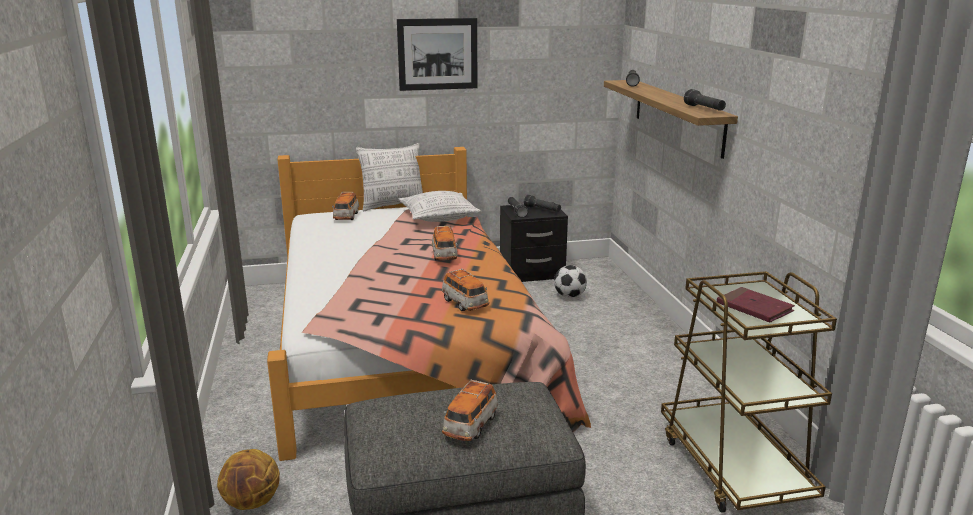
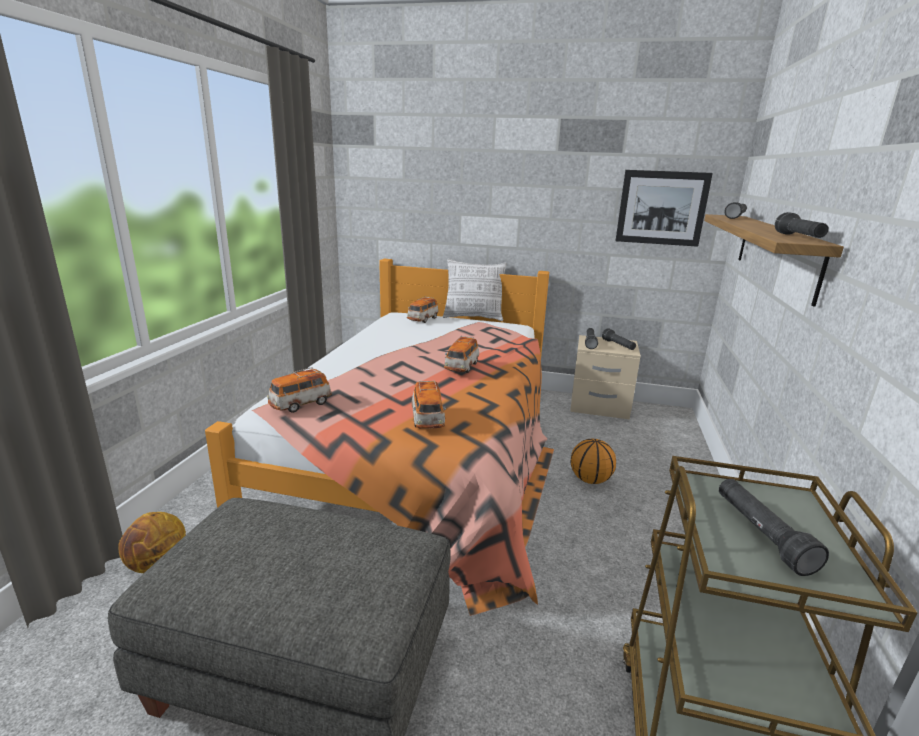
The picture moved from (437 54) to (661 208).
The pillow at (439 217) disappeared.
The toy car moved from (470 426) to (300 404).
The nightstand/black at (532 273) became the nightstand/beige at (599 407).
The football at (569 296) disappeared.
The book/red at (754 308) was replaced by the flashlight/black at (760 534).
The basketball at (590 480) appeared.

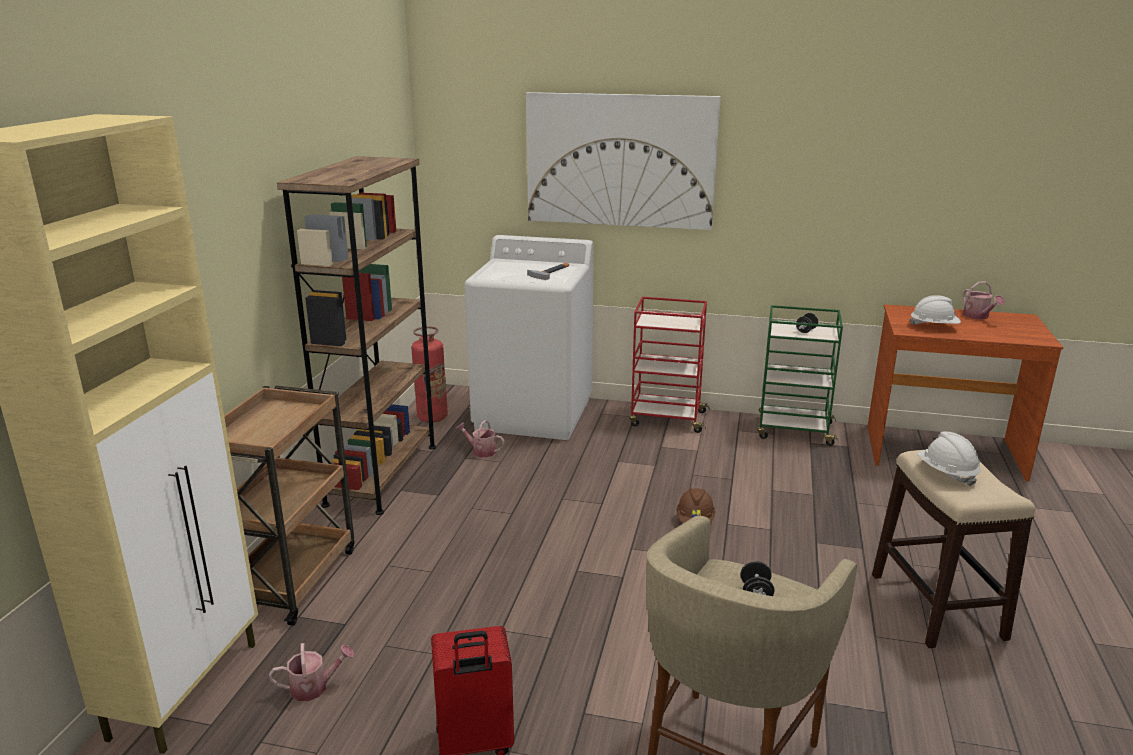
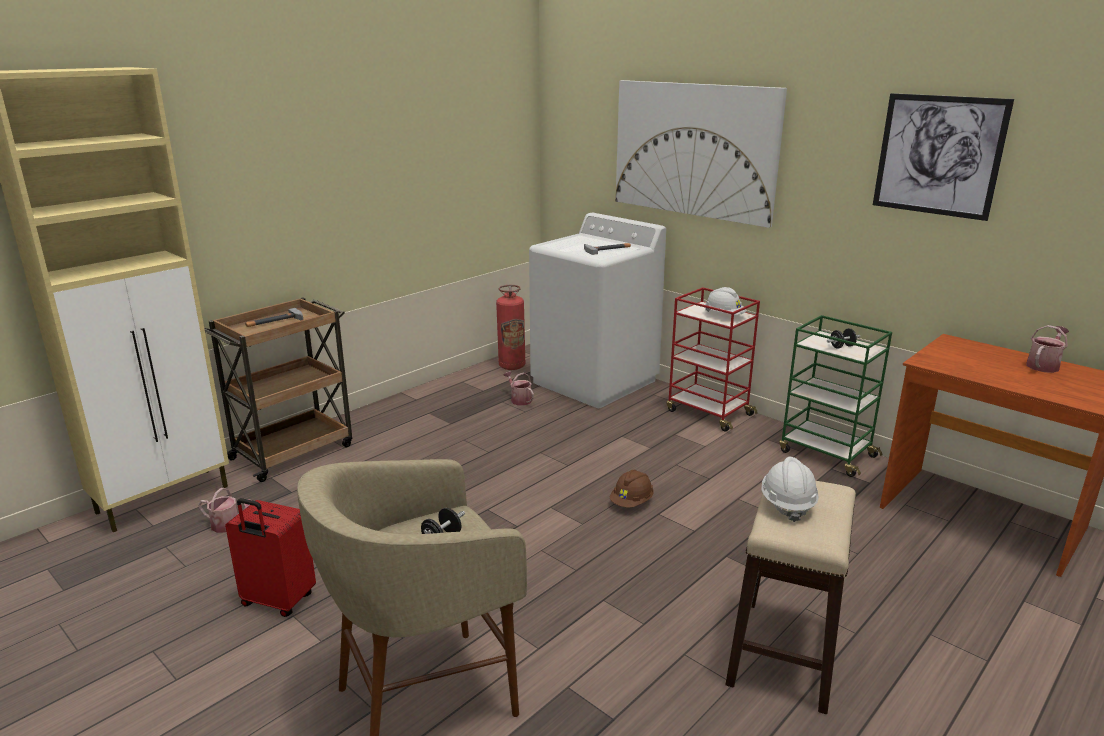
The bookcase/brown at (382 474) disappeared.
The hard hat/white moved from (934 326) to (724 316).
The watering can at (978 316) turned 150 degrees counterclockwise.
The hammer at (274 322) appeared.
The picture at (938 155) appeared.

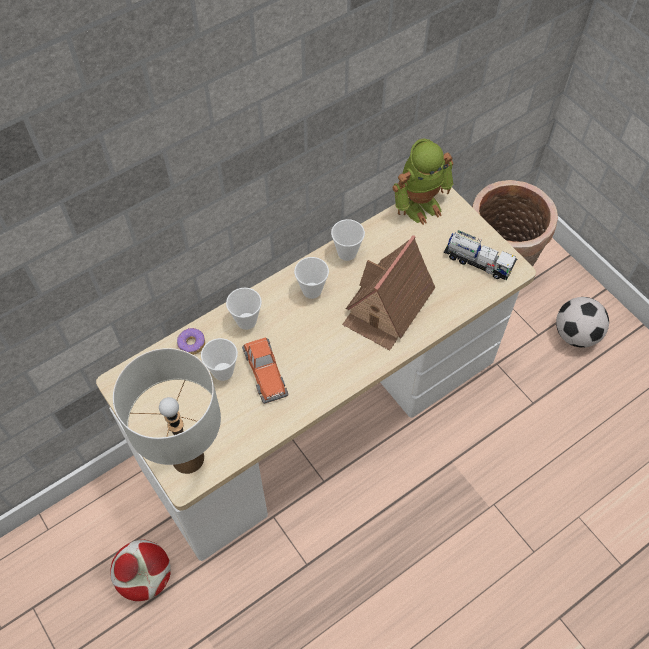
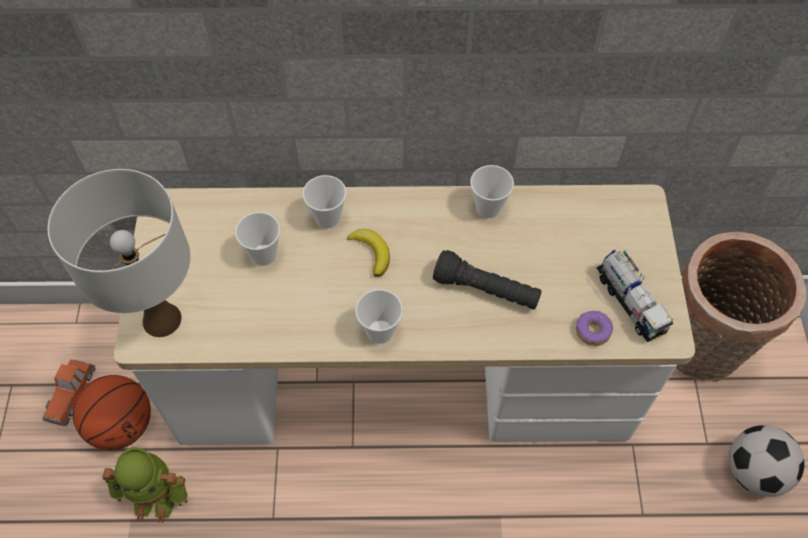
The football at (146 577) was replaced by the basketball at (122 425).
The donut moved from (191 344) to (592 331).
The toy car moved from (265 371) to (70 393).
The cup moved from (312 290) to (380 331).
The toy house at (387 306) was replaced by the flashlight/black at (486 290).
The toy robot moved from (420 204) to (156 495).
The banana at (371 252) appeared.

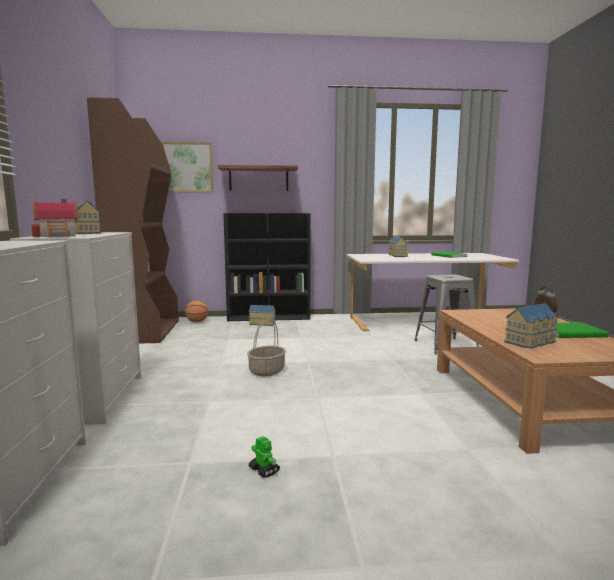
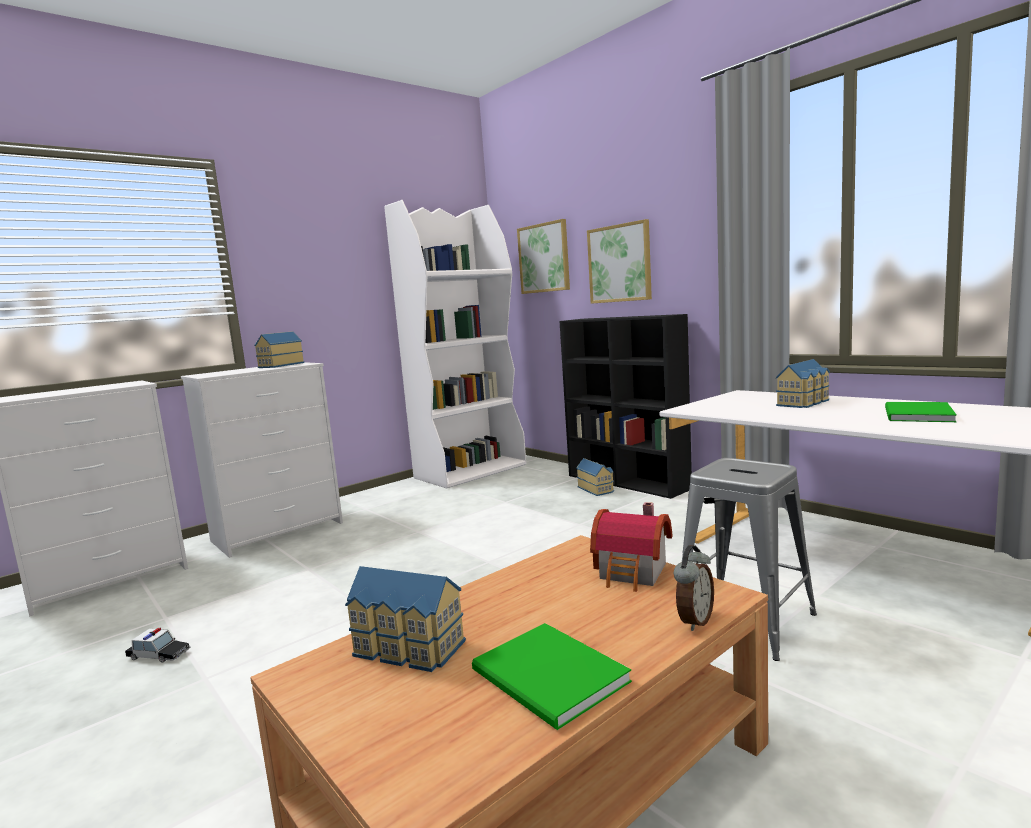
The toy house moved from (60 236) to (634 573).
The bookcase/brown at (146 331) became the bookcase/white at (471 471).
The basketball at (197 322) disappeared.
The shelf at (258 179) was replaced by the picture at (620 263).
The basket at (266 371) disappeared.
The toy robot at (263 470) was replaced by the toy car at (159 655).

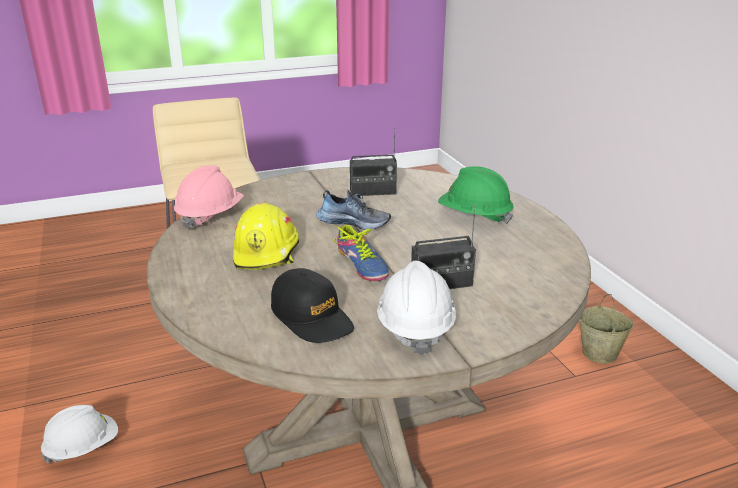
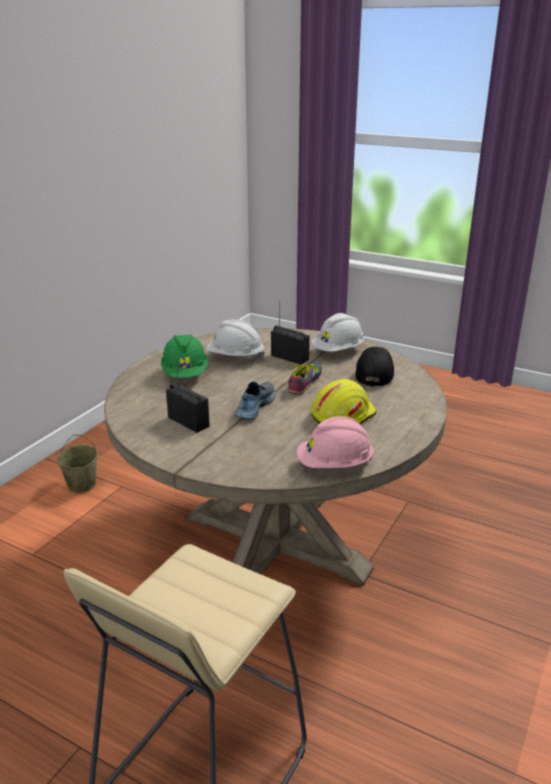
The hard hat/white moved from (83 447) to (235 357).
The shoe at (354 222) turned 45 degrees clockwise.

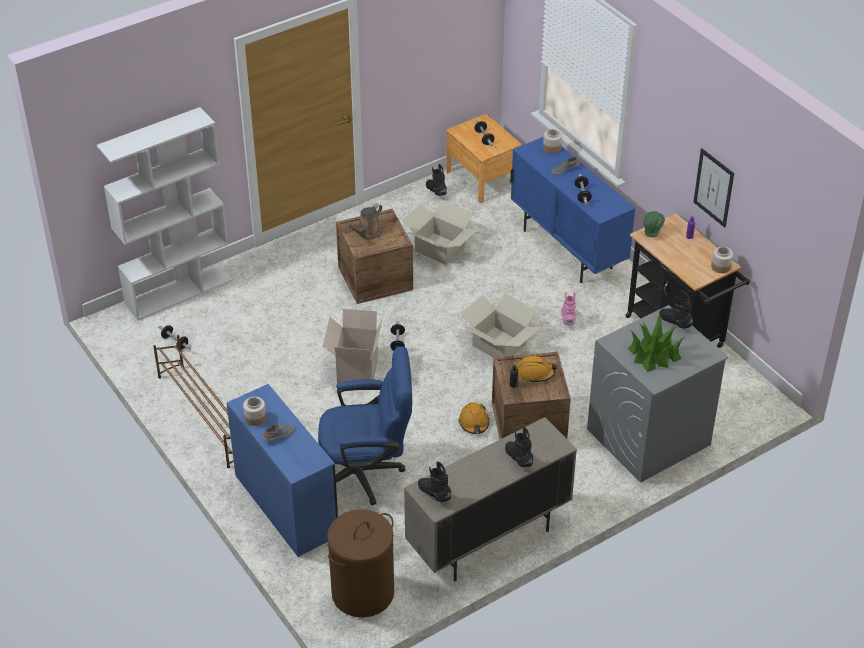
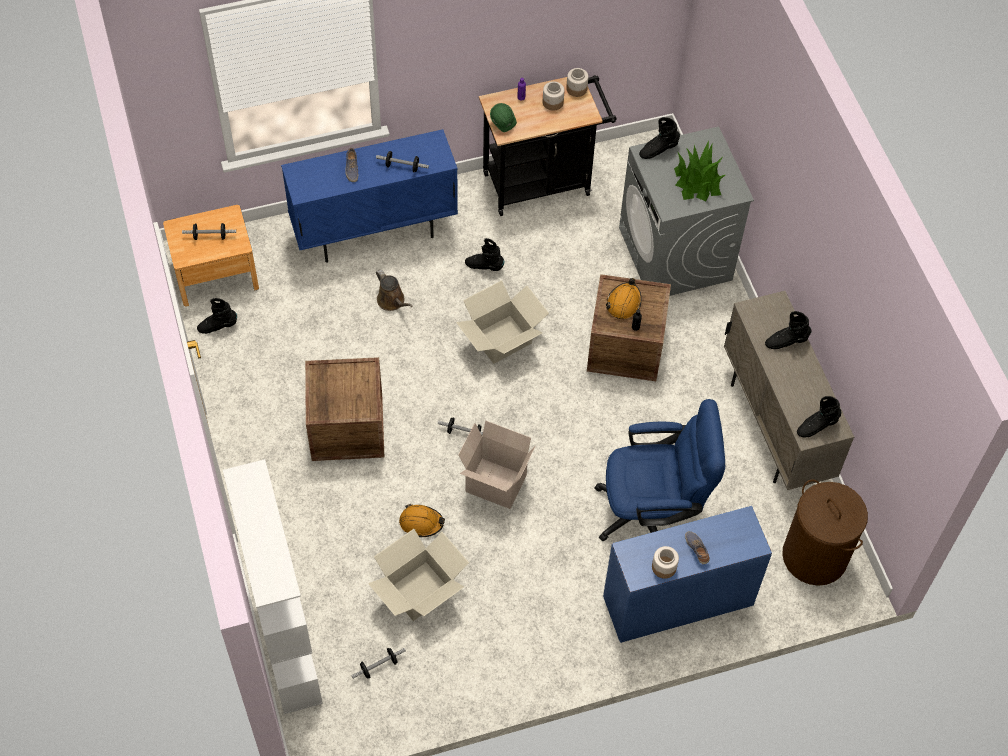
The shoe rack/brown at (204 415) disappeared.
The office chair/blue at (367 473) turned 75 degrees clockwise.
The watering can/brown moved from (368 233) to (392 301).
The cardboard box moved from (440 248) to (419 590).
The hard hat/orange moved from (474 422) to (421 523).
The jar moved from (551 148) to (553 102).
The boot/pink at (568 319) became the boot/black at (484 266).
The picture at (713 187) disappeared.

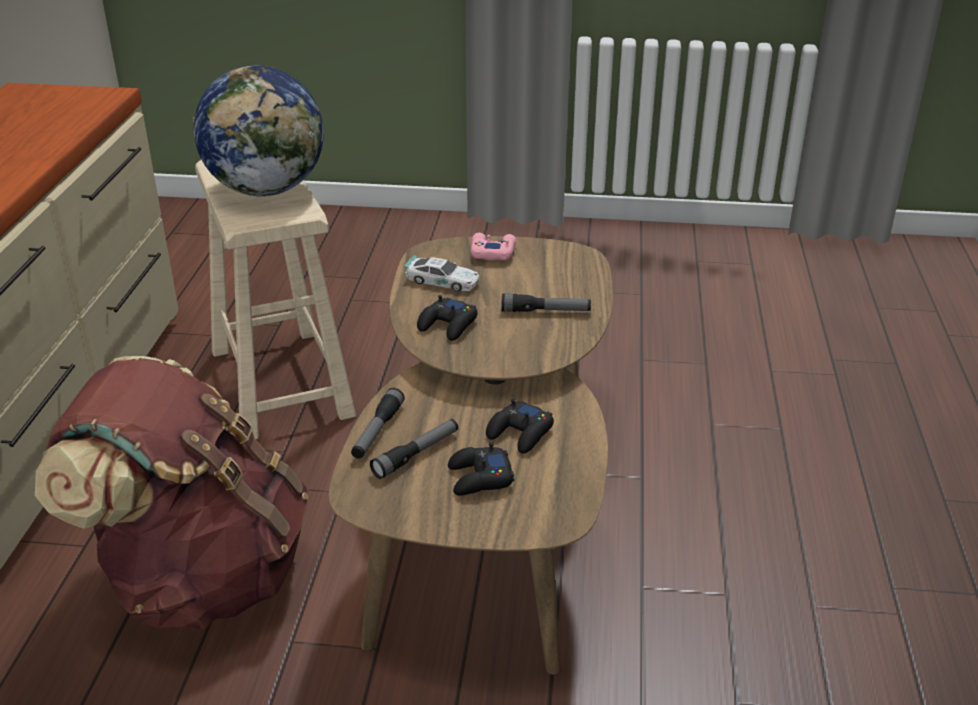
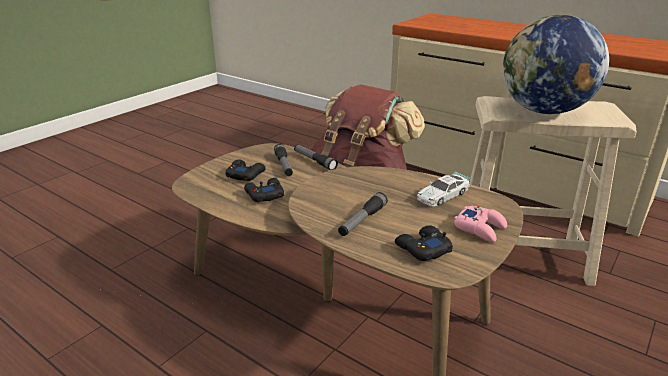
The game controller/black moved from (448 325) to (422 249).

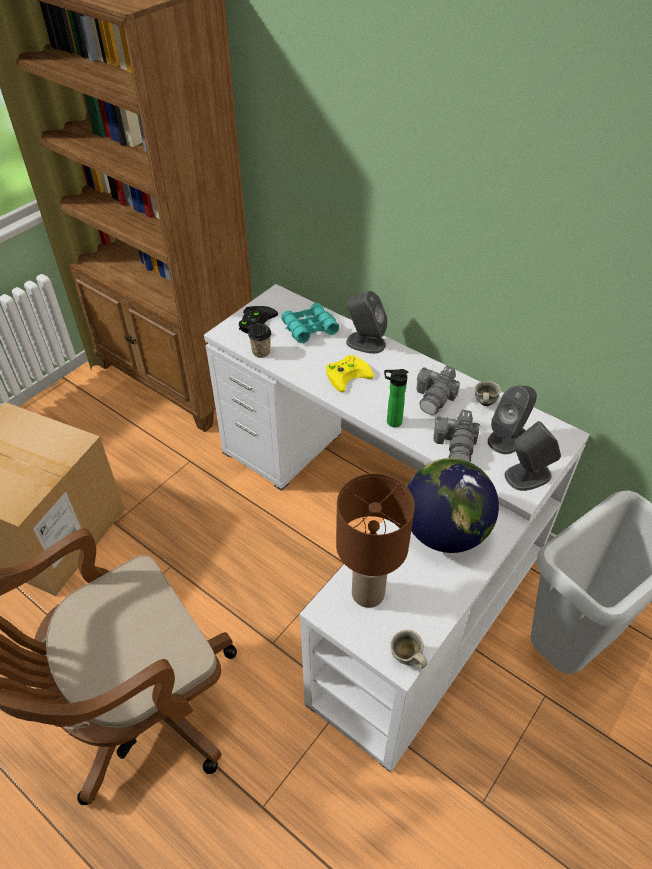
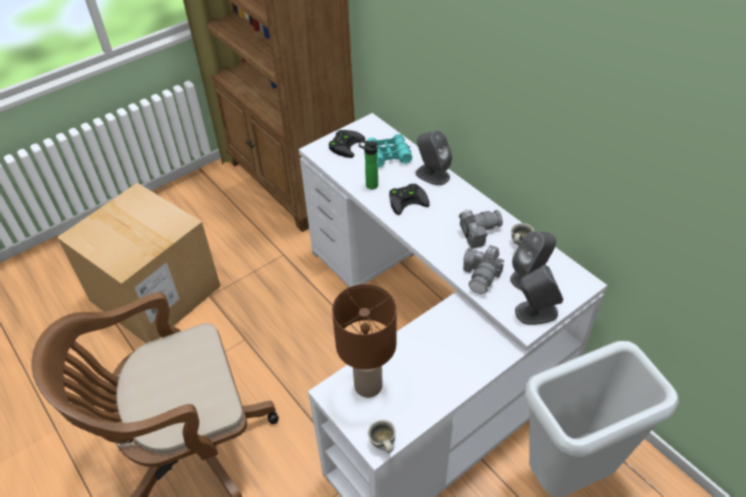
The cup at (261 352) disappeared.
The game controller/yellow at (348 374) became the game controller/black at (408 199).
The bottle moved from (391 422) to (369 185).
The globe at (445 532) disappeared.
The photo camera at (435 398) turned 150 degrees counterclockwise.

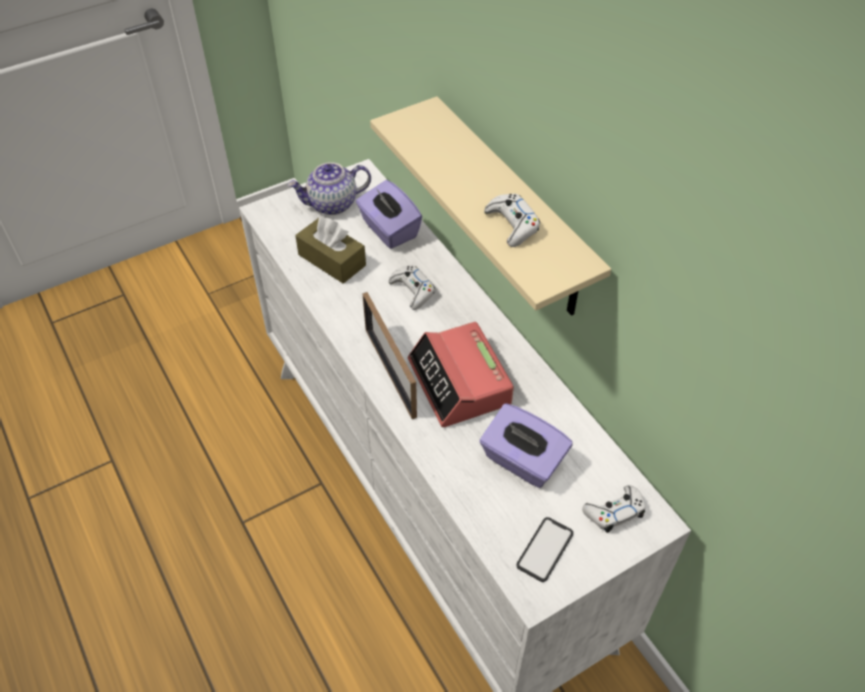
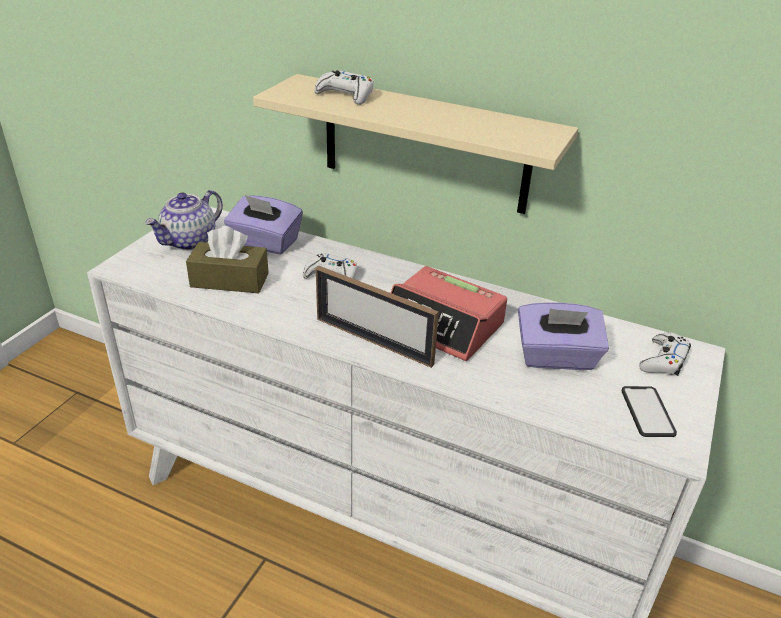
The game controller/white moved from (512 225) to (346 95).

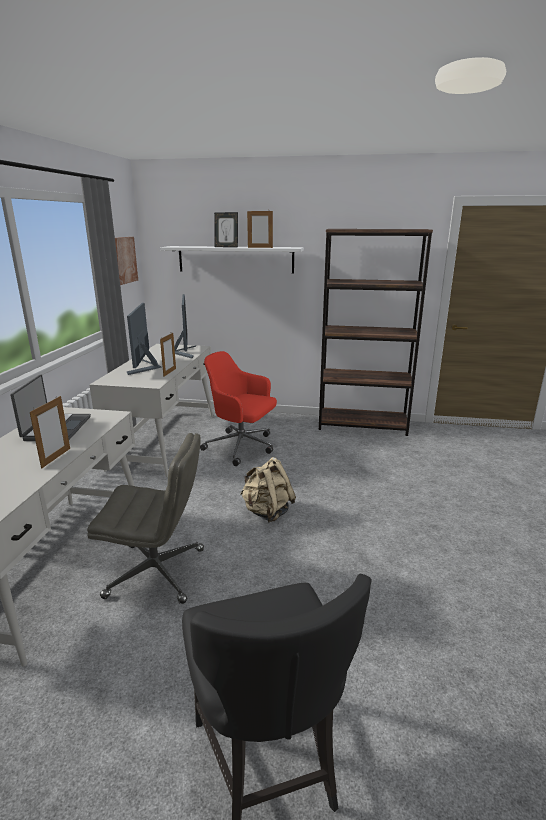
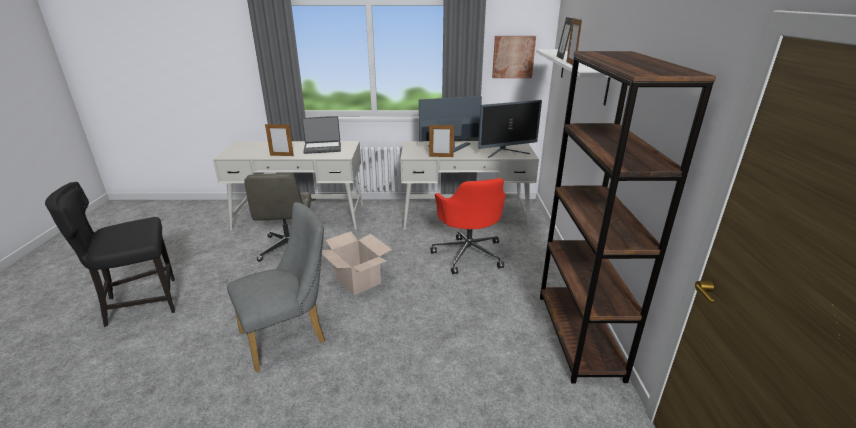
The office chair/red at (242 447) turned 150 degrees clockwise.
The backpack/beige at (267 512) was replaced by the cardboard box at (357 280).
The chair/grey at (289 335) appeared.

